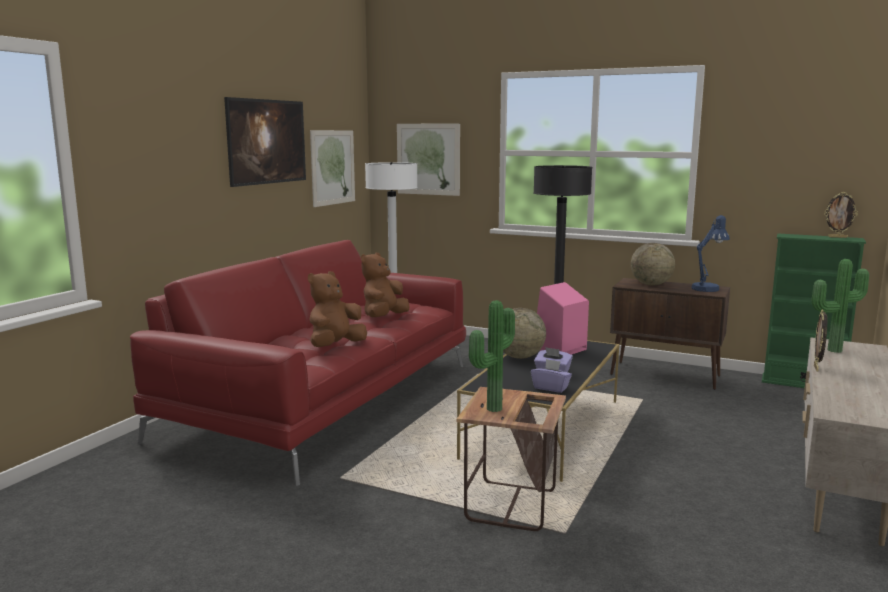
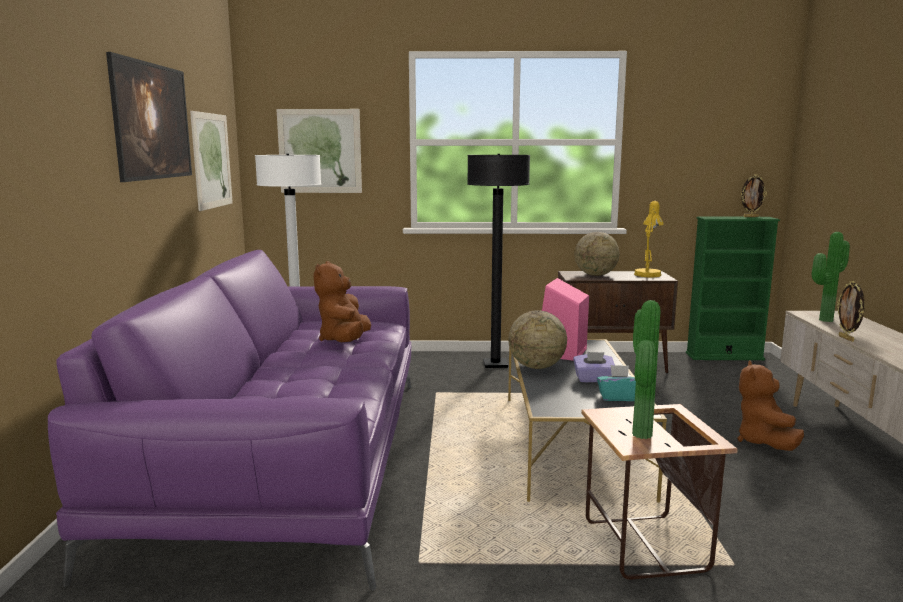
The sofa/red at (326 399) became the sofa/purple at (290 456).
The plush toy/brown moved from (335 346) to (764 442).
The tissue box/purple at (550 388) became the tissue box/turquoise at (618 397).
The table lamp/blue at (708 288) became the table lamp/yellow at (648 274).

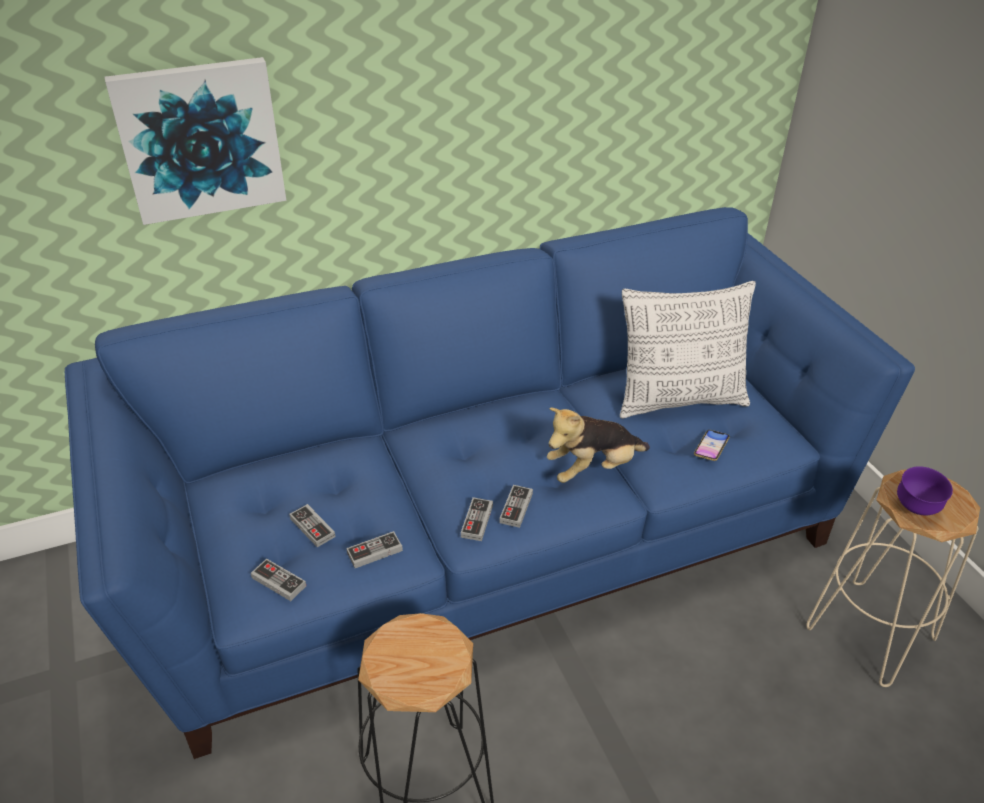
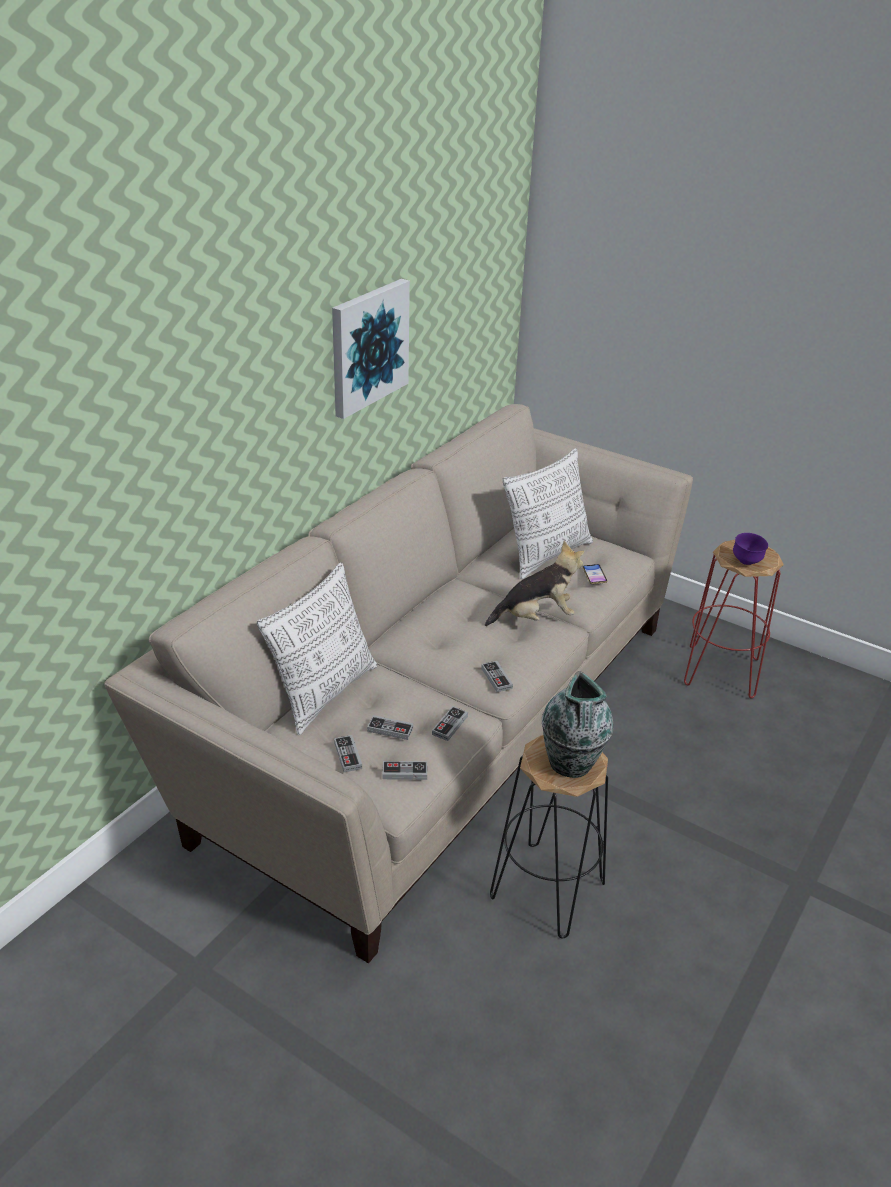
The sofa/blue at (491 535) became the sofa/beige at (439 717).
The picture moved from (200 140) to (368 347).
The game controller moved from (516 508) to (348 755).
The plush toy at (593 469) turned 135 degrees counterclockwise.
The stool/beige at (869 632) became the stool/red at (720 671).
The pillow at (324 693) appeared.
The vase at (571 764) appeared.

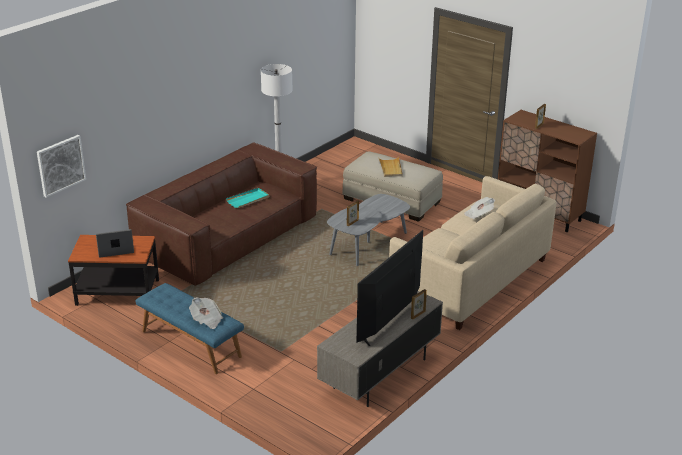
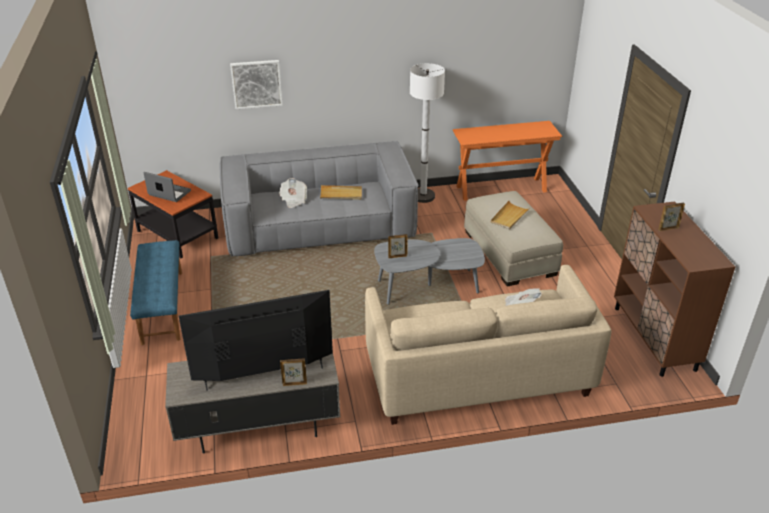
The picture moved from (61 165) to (256 84).
The sofa/brown at (227 236) became the sofa/grey at (319 224).
The newspaper moved from (206 320) to (293 200).
The tray/turquoise at (248 199) became the tray/beige at (341 194).
The console table/orange at (501 189) appeared.

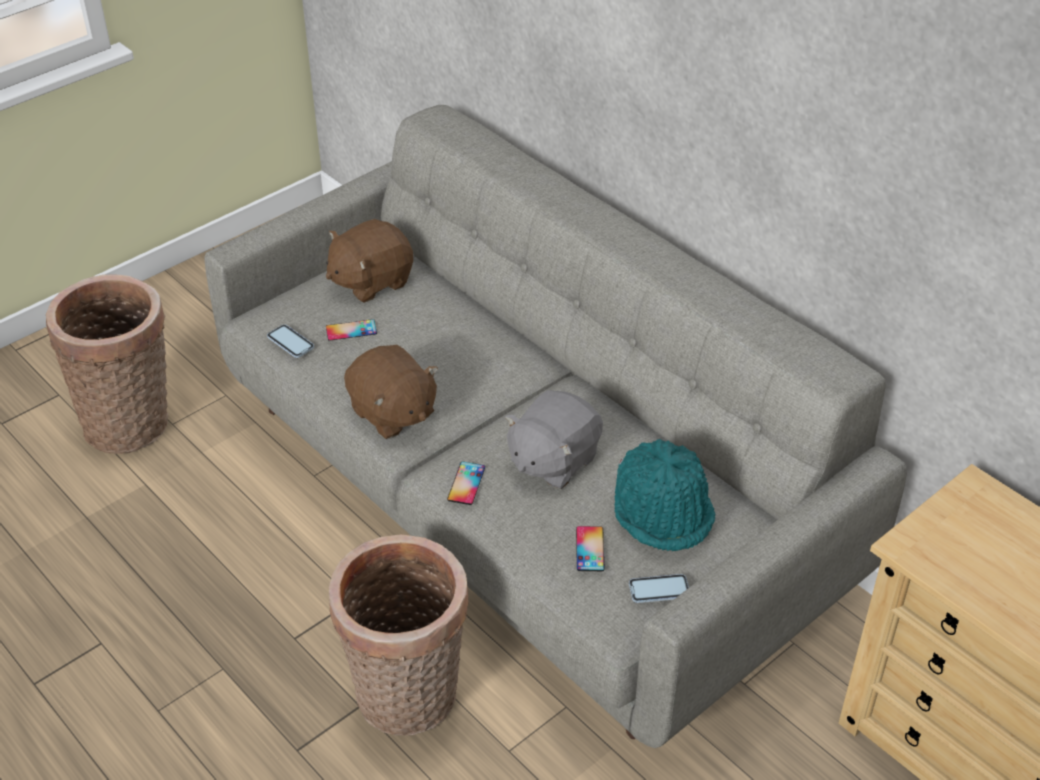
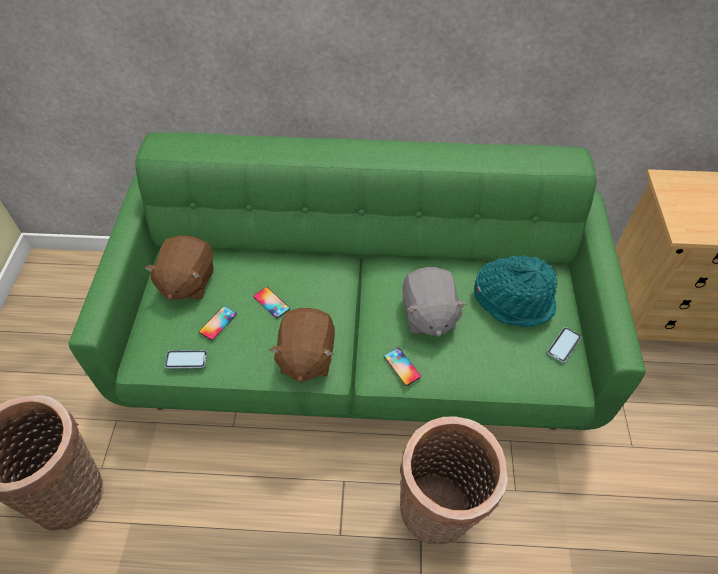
The sofa/grey at (522 497) became the sofa/green at (359 346).
The plush toy/brown at (392 413) turned 90 degrees clockwise.
The phone moved from (590 549) to (271 302).

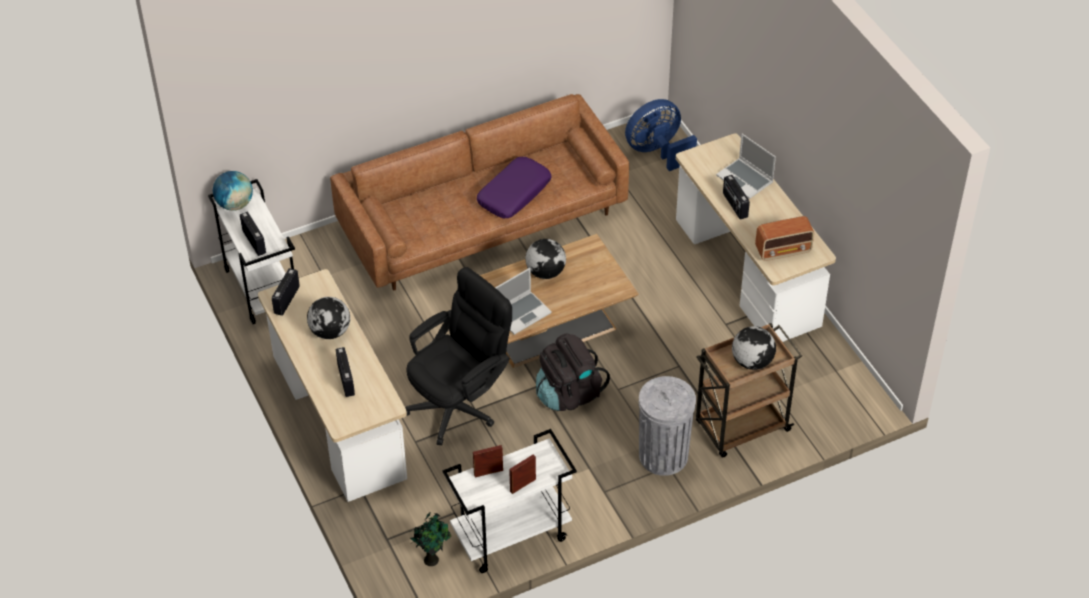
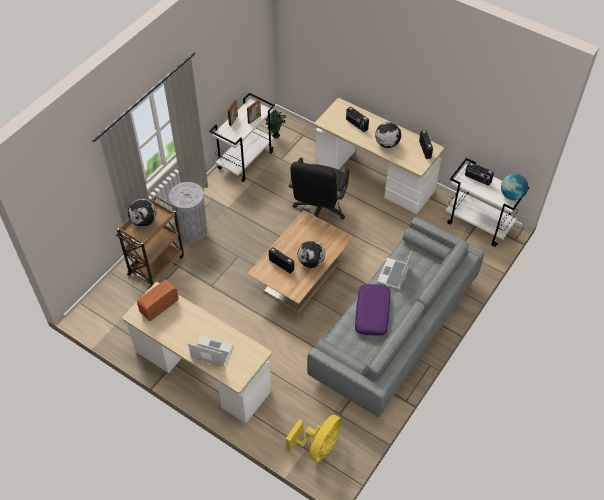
The sofa/brown at (482 221) became the sofa/grey at (394 328).
The laptop moved from (522 313) to (394 274).
The backpack/black at (569 393) disappeared.
The fan/blue at (658 152) became the fan/yellow at (318 447).
The radio moved from (734 205) to (281 265).

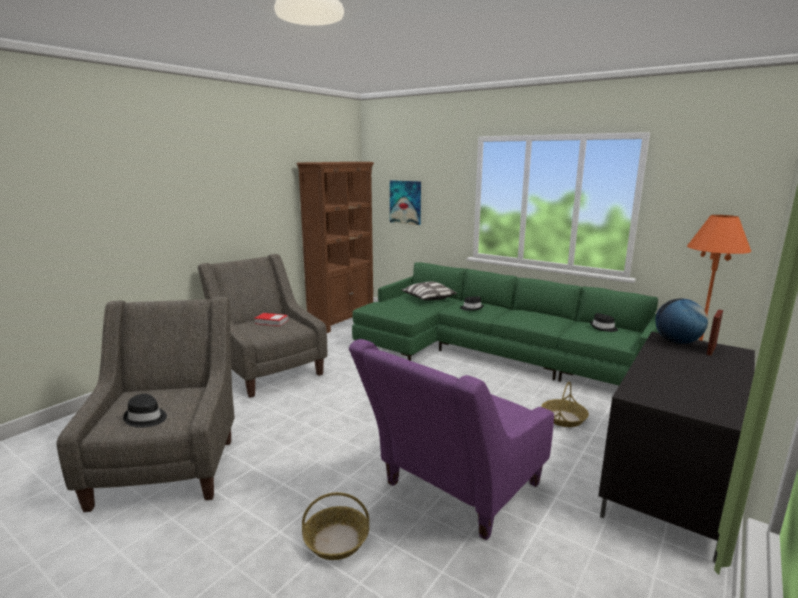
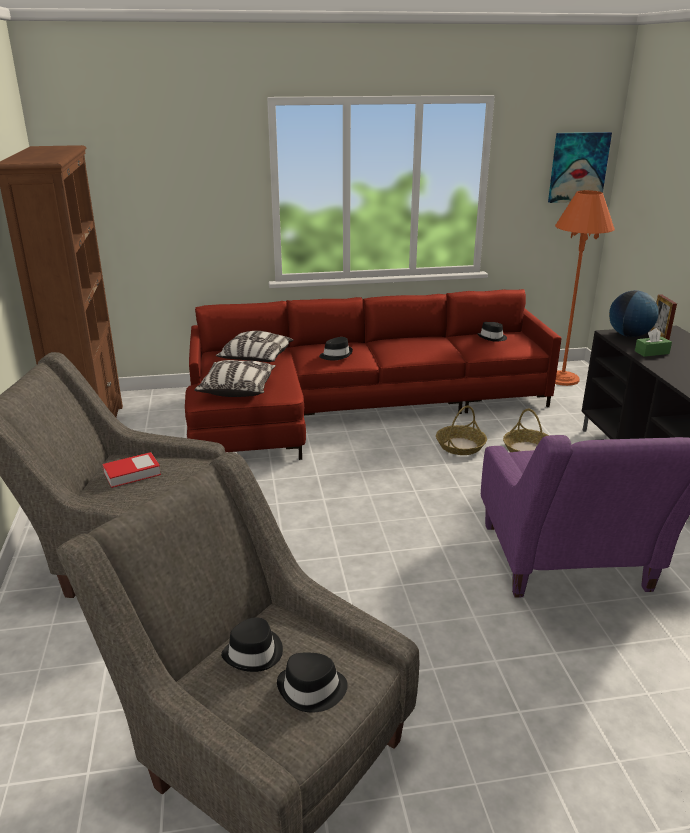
The basket moved from (337 540) to (460 446).
The sofa/green at (487 353) became the sofa/red at (354 408).
The picture moved from (405 202) to (578 167).
The pillow at (237 389) appeared.
The hat/black at (254 653) appeared.
The tissue box/green at (651 352) appeared.

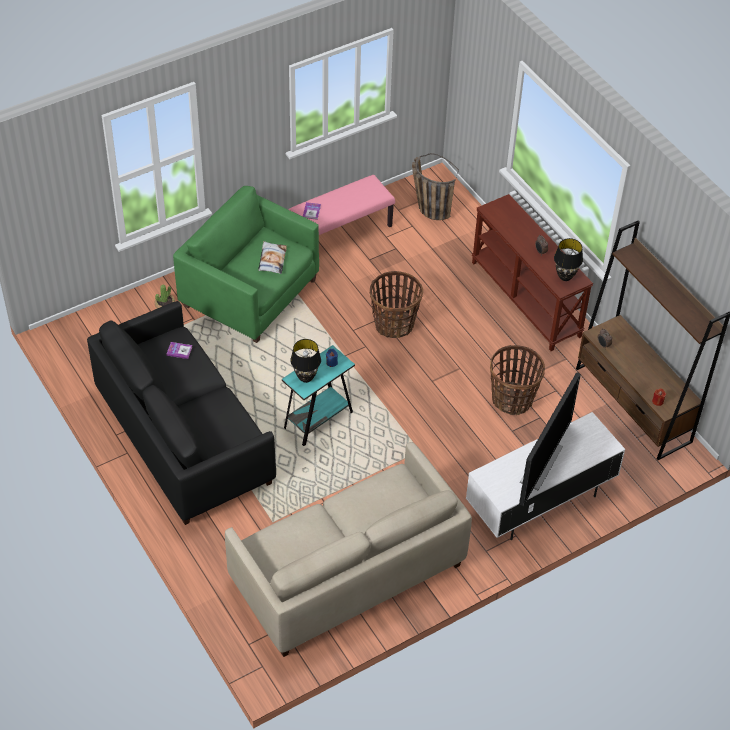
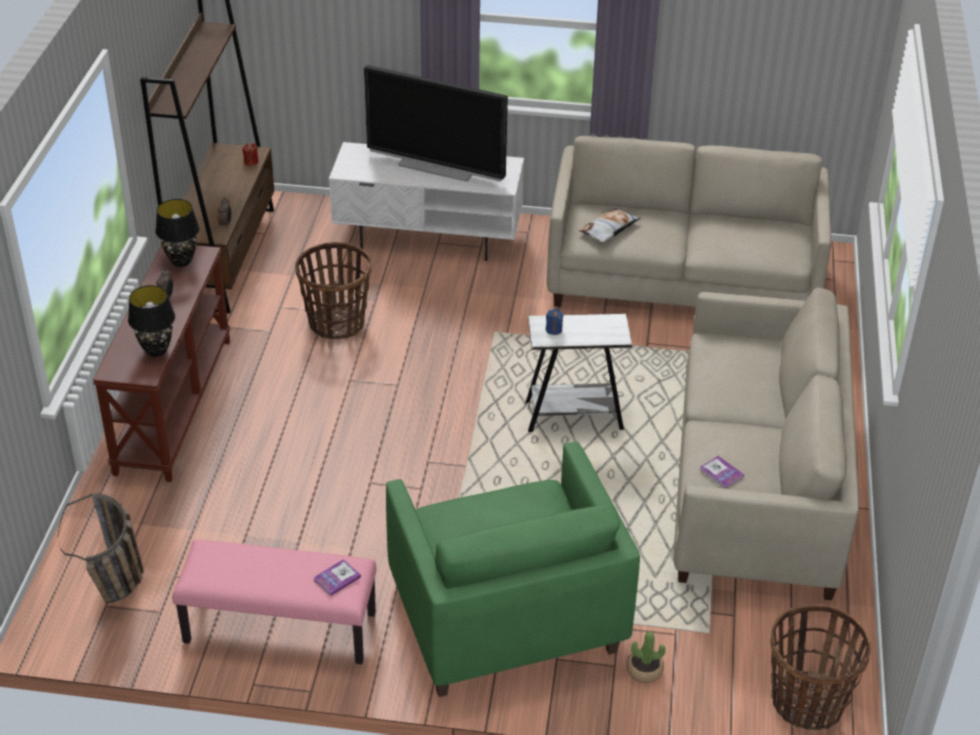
The sofa/black at (183 437) became the sofa/beige at (756 485).
The pillow moved from (272 260) to (609 229).
The side table/turquoise at (318 420) became the side table/white at (574 417).
The table lamp/black moved from (306 378) to (156 350).
The basket moved from (394 324) to (807 703).
The television at (541 464) turned 135 degrees counterclockwise.

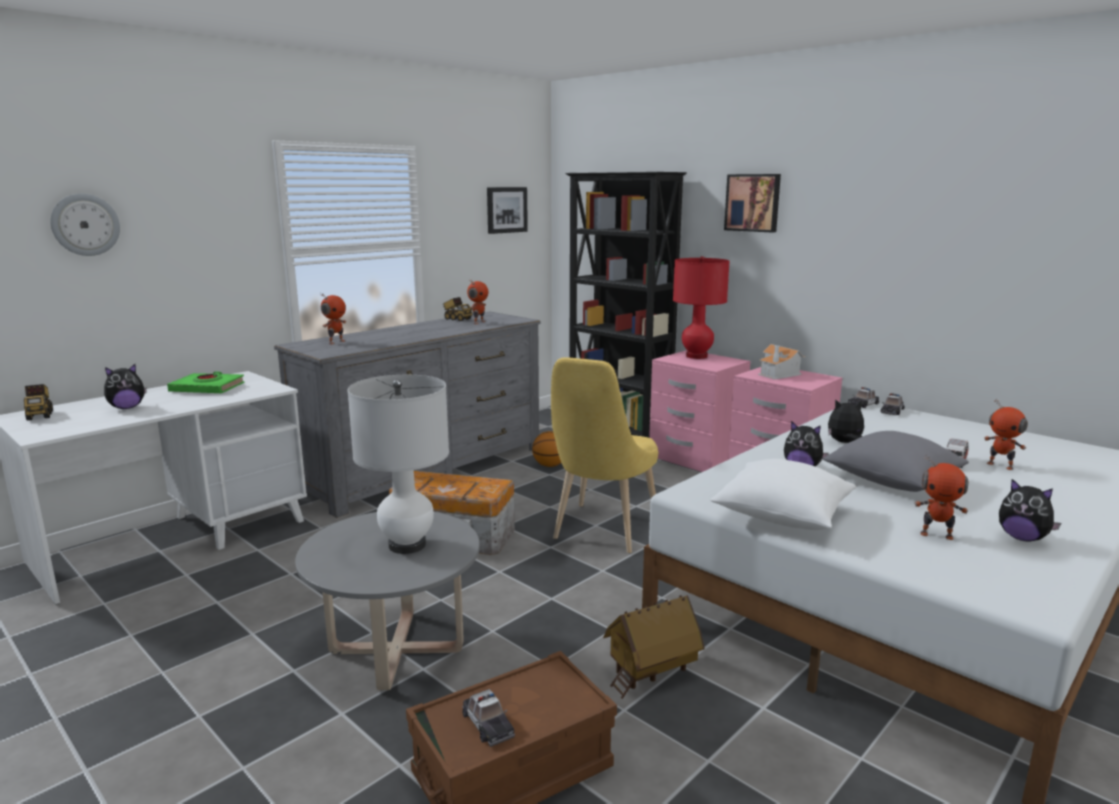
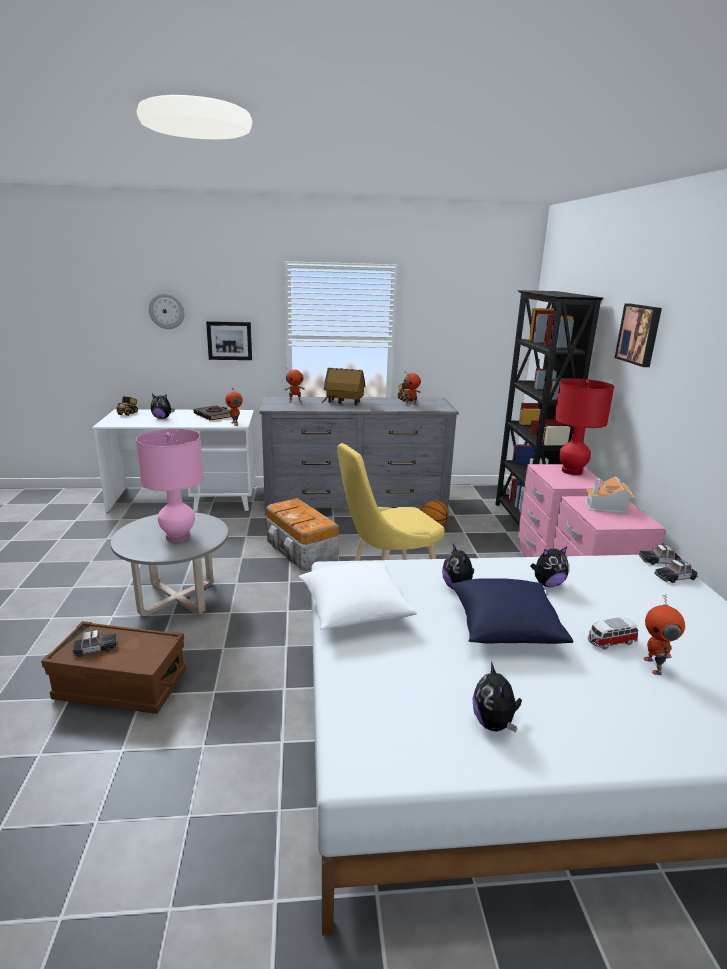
The book/green at (207 388) became the book/black at (214 416).
The table lamp/white at (407 545) became the table lamp/pink at (178 537).
The toy car at (487 724) turned 120 degrees counterclockwise.
The picture moved from (506 210) to (229 340).
The toy house moved from (651 672) to (344 403).
The pillow/grey at (892 481) became the pillow/blue at (504 628).
The plush toy at (844 442) turned 120 degrees clockwise.
The toy robot moved from (936 535) to (235 424).

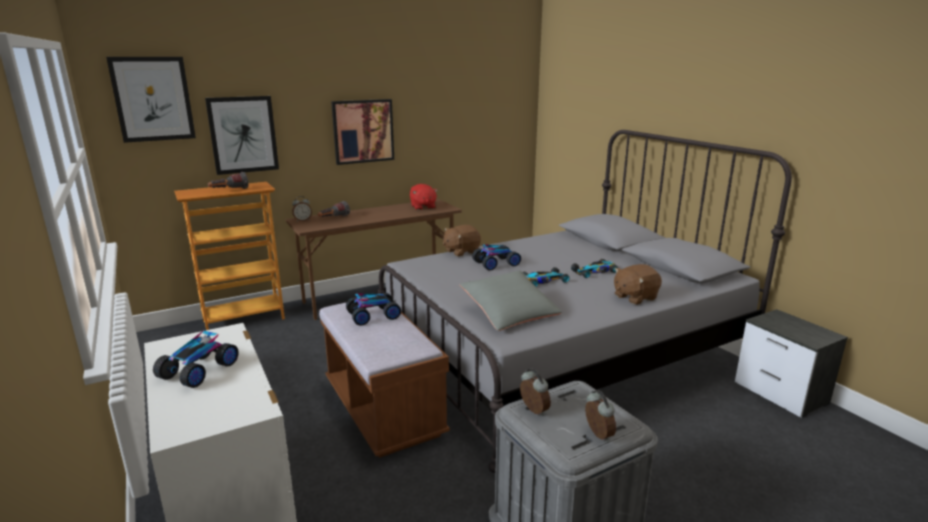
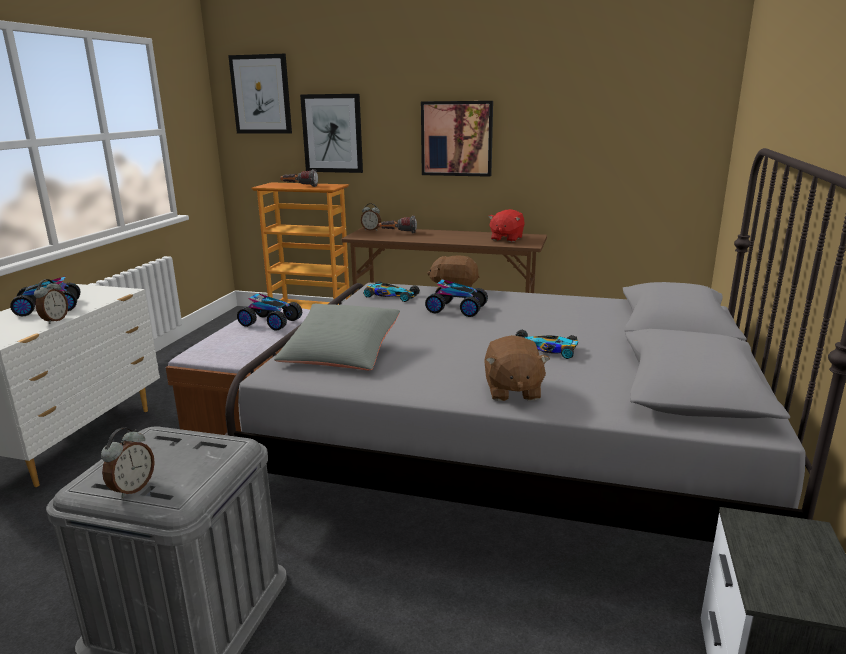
The alarm clock moved from (533 411) to (54 320).
The toy car moved from (543 281) to (390 295).
The plush toy/brown at (634 297) turned 105 degrees counterclockwise.

